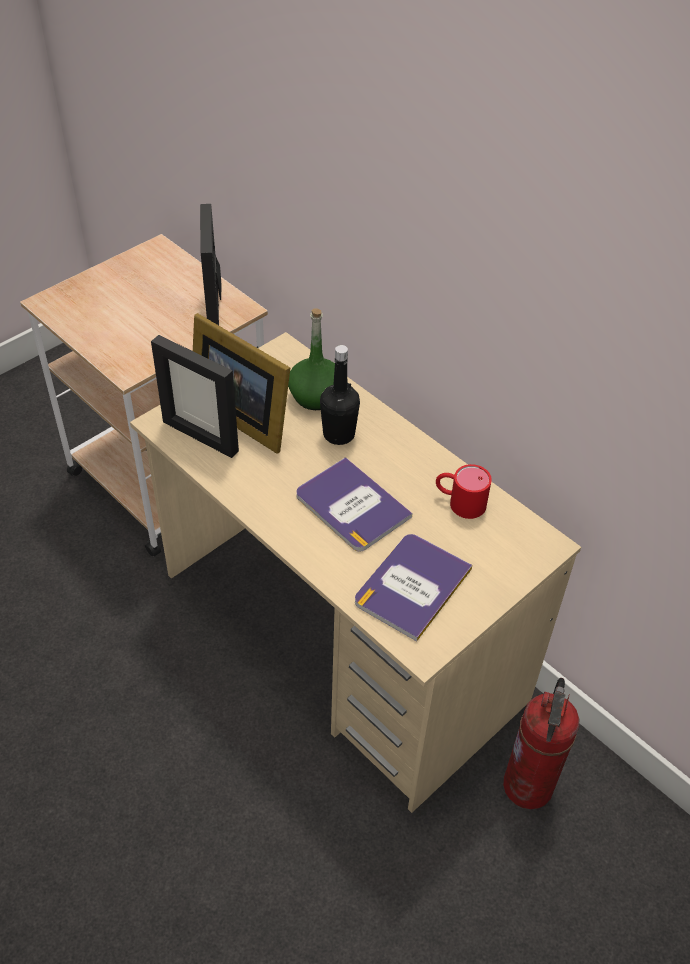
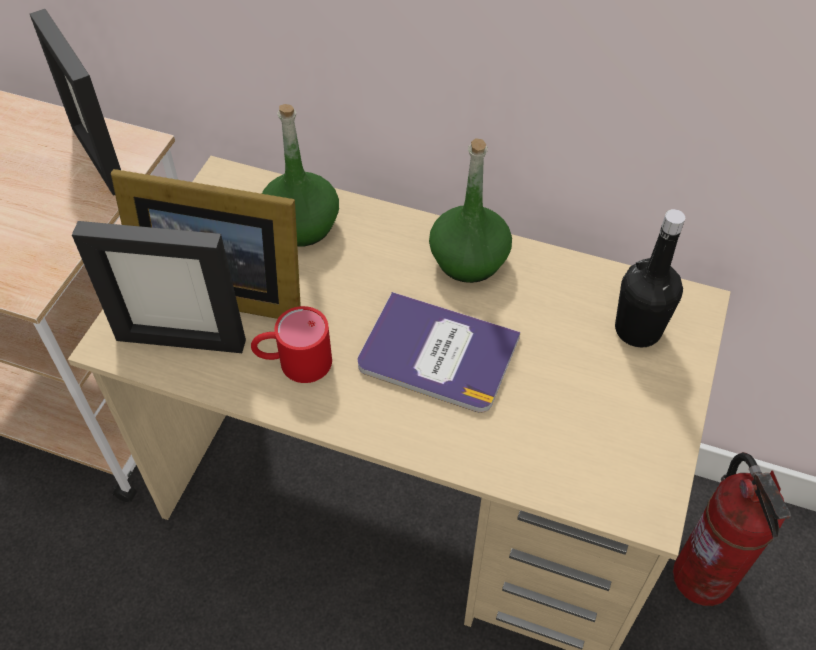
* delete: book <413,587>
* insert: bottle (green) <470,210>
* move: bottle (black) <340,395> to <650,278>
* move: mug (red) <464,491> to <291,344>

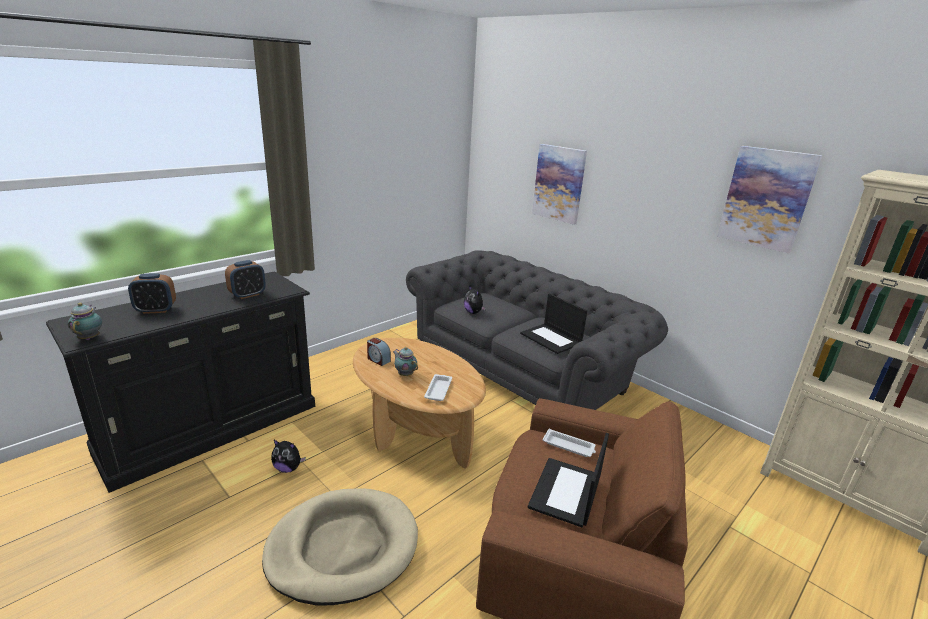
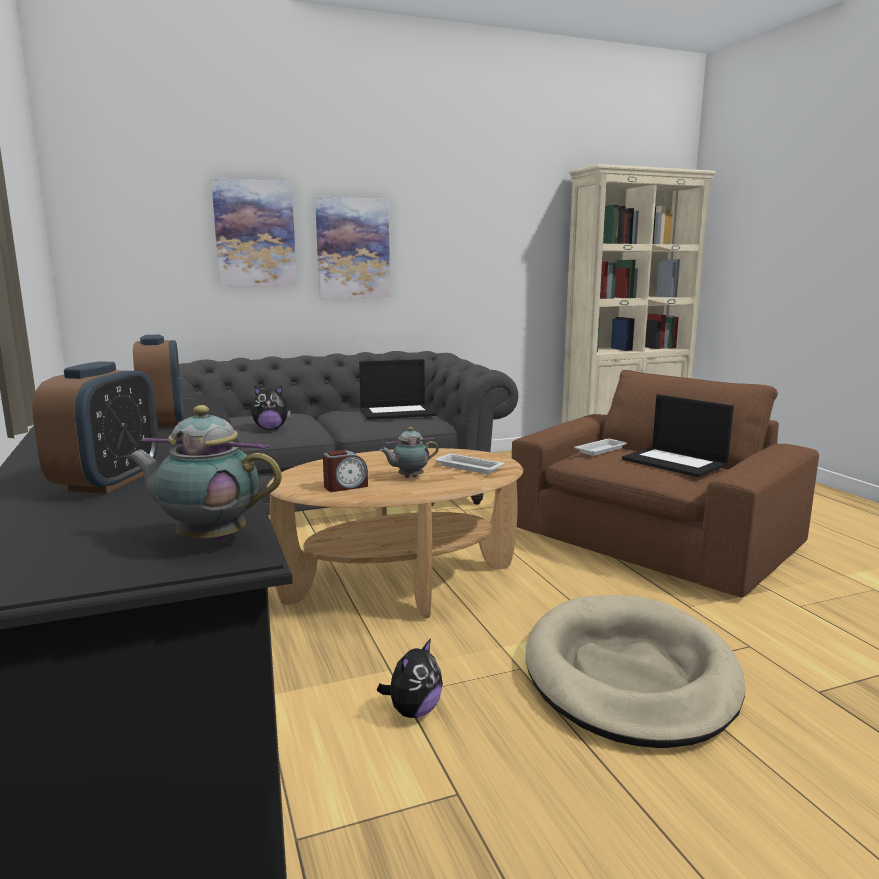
* move: picture <769,199> to <352,247>

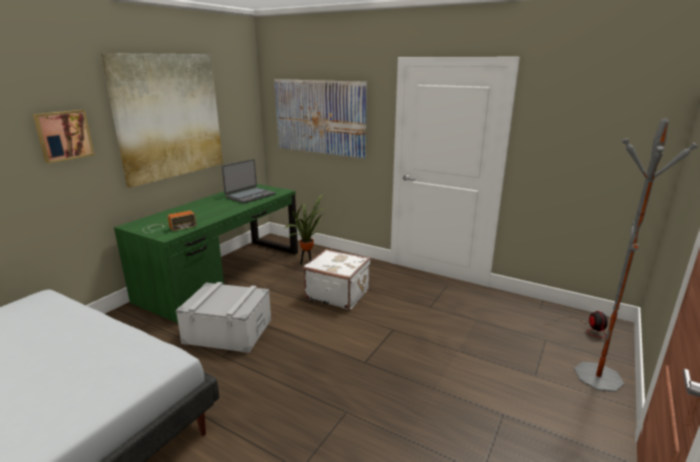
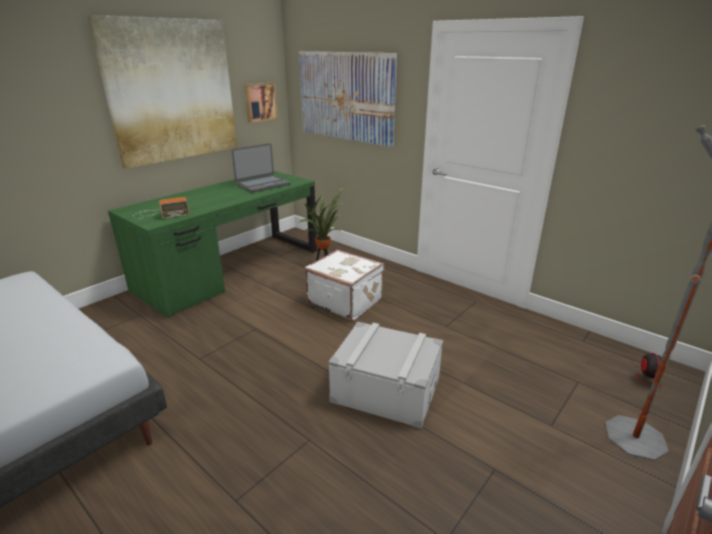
* move: picture <64,136> to <261,102>
* move: storage box (grey) <223,317> to <385,375>

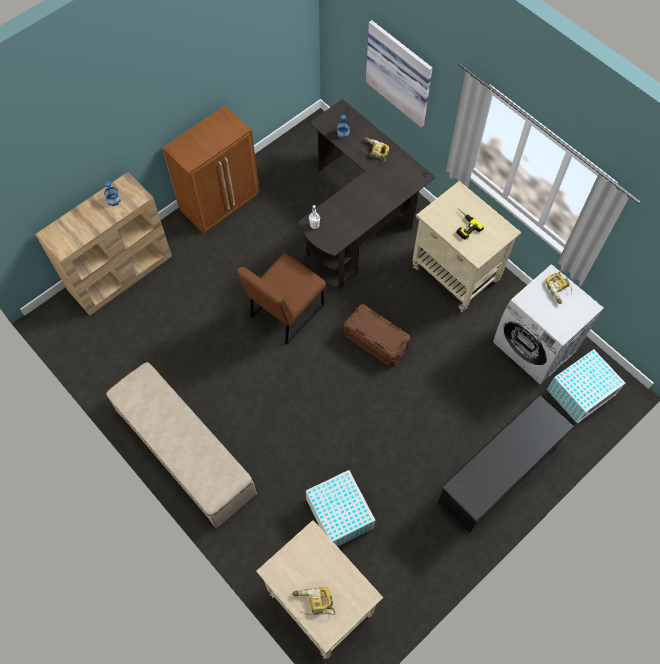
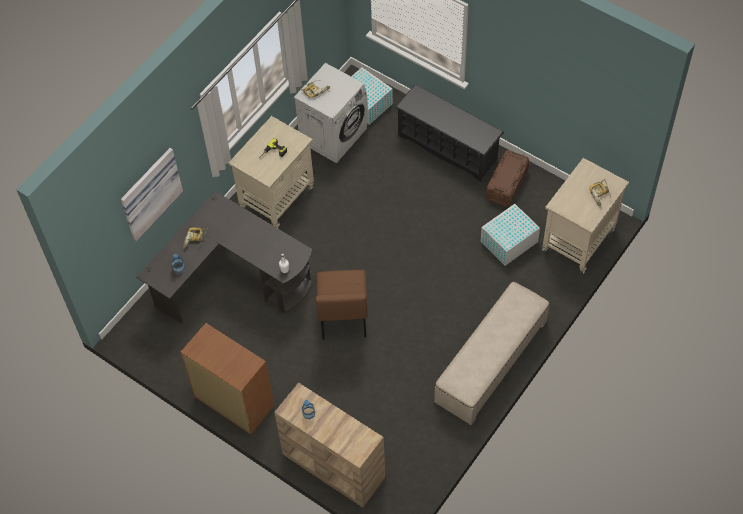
* move: storage box (brown) <377,335> to <507,178>
* rotate: chair (brown) <281,298> = <341,305> 60 degrees clockwise

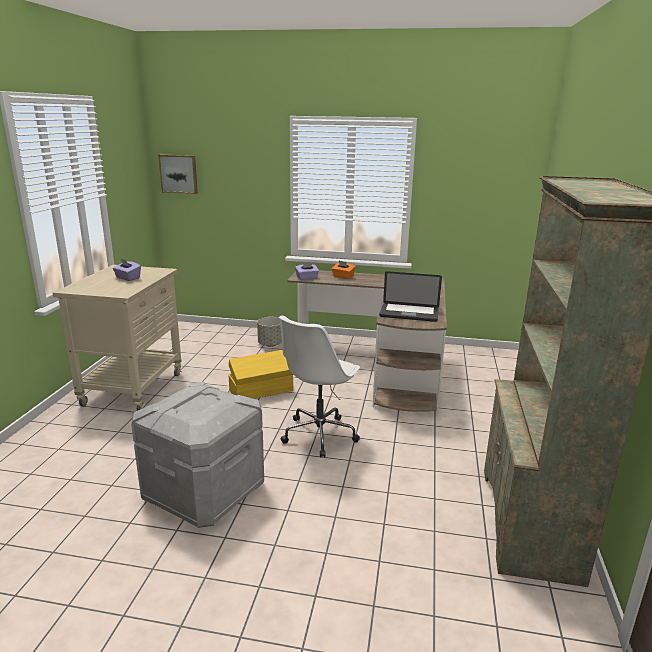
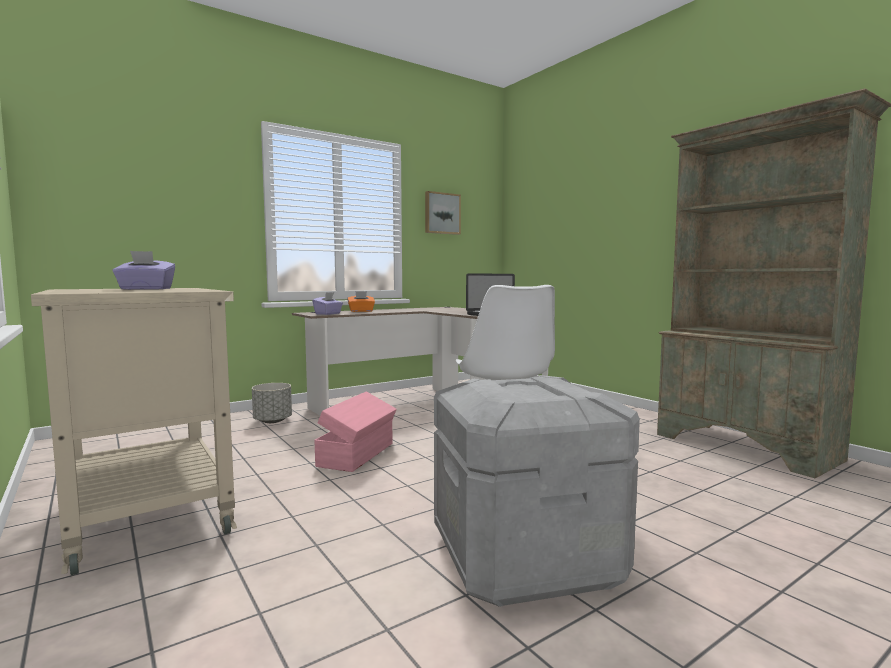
* move: picture <178,174> to <443,213>
* recolor: storage box (yellow) <260,374> to storage box (pink) <356,432>

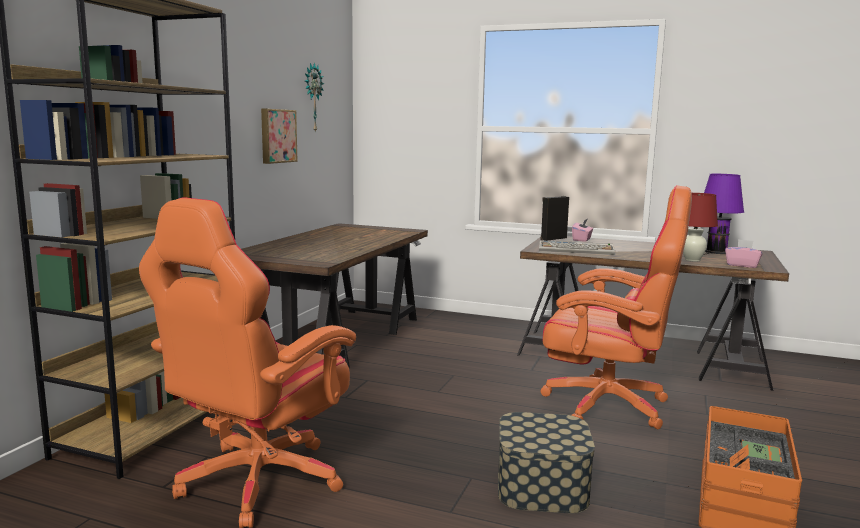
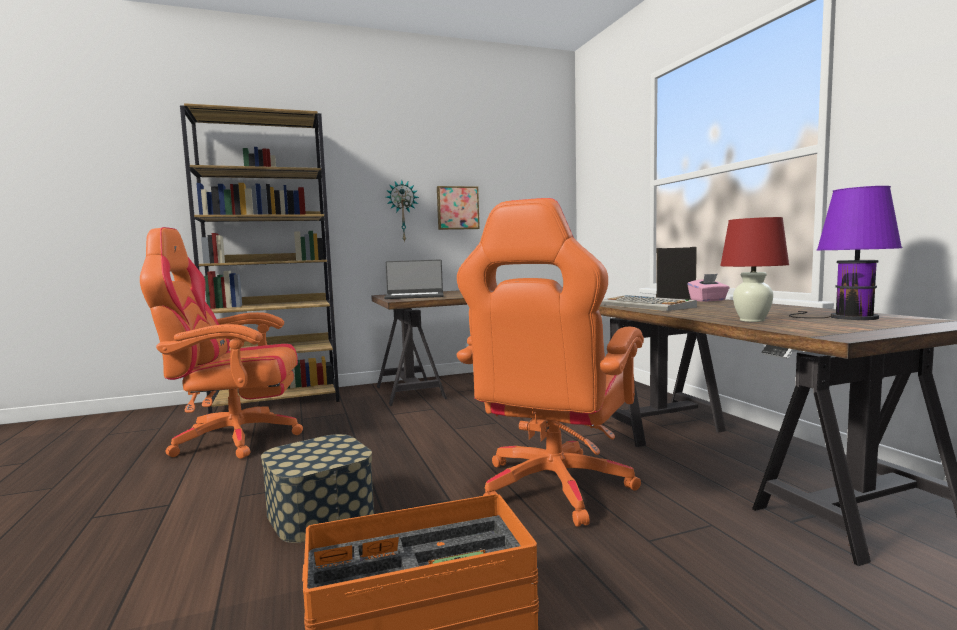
* delete: tissue box (pink) <744,253>
* insert: laptop <414,279>
* move: wall clock <314,98> to <402,211>
* rotate: office chair (orange) <616,307> = <550,362> 45 degrees clockwise

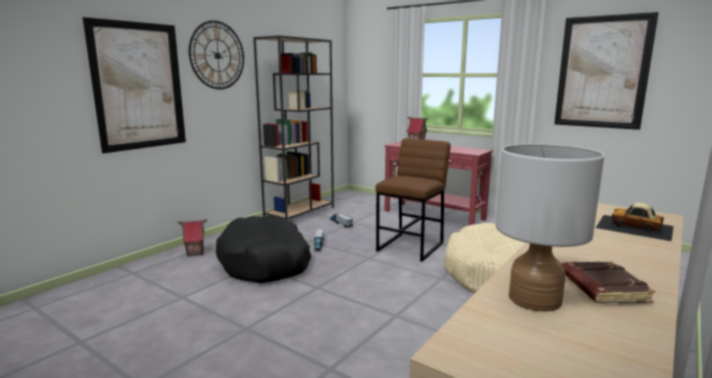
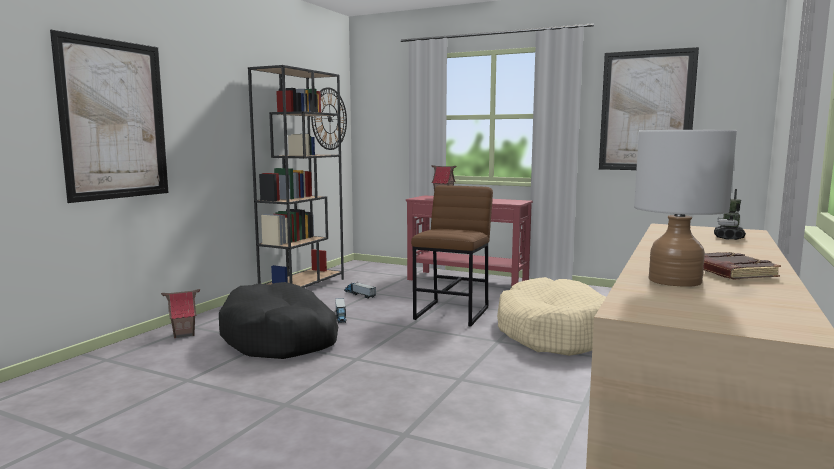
* move: wall clock <216,55> to <329,118>
* replace: toy car <634,221> to toy robot <730,214>

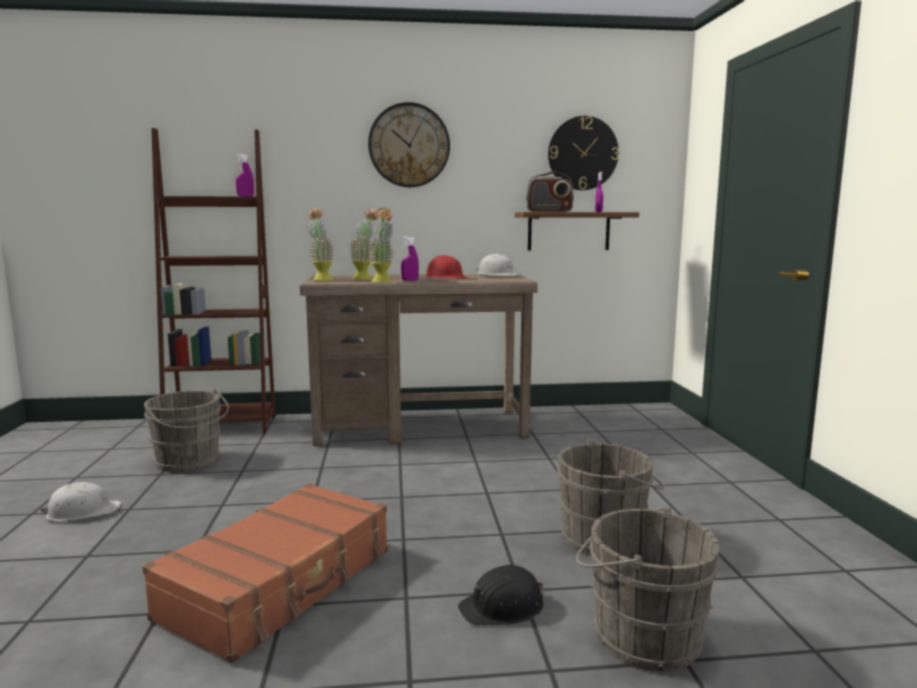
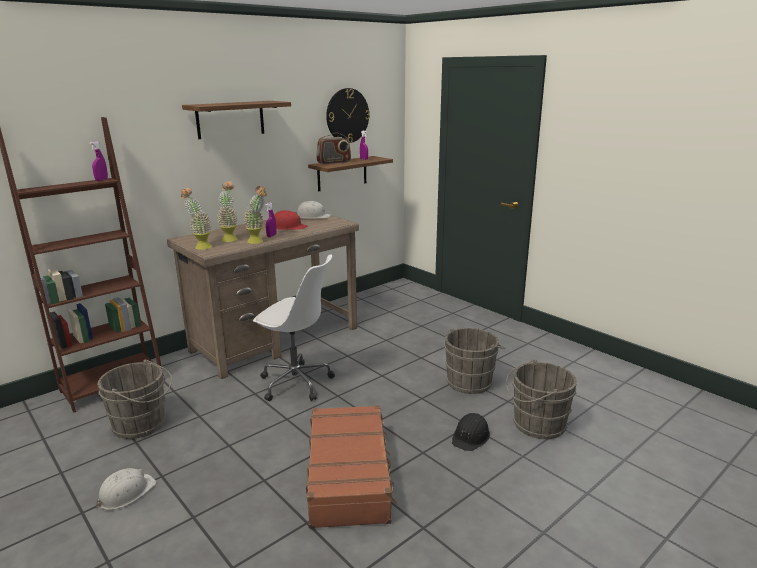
* insert: office chair (white) <294,328>
* replace: wall clock <409,144> to shelf <236,120>

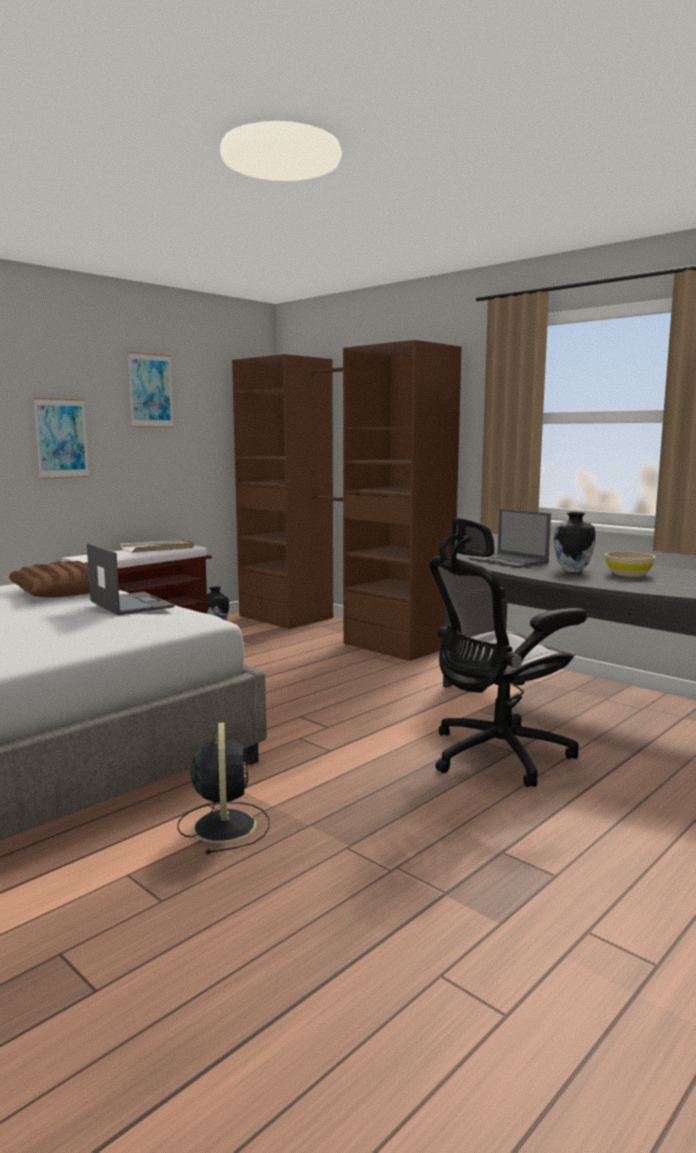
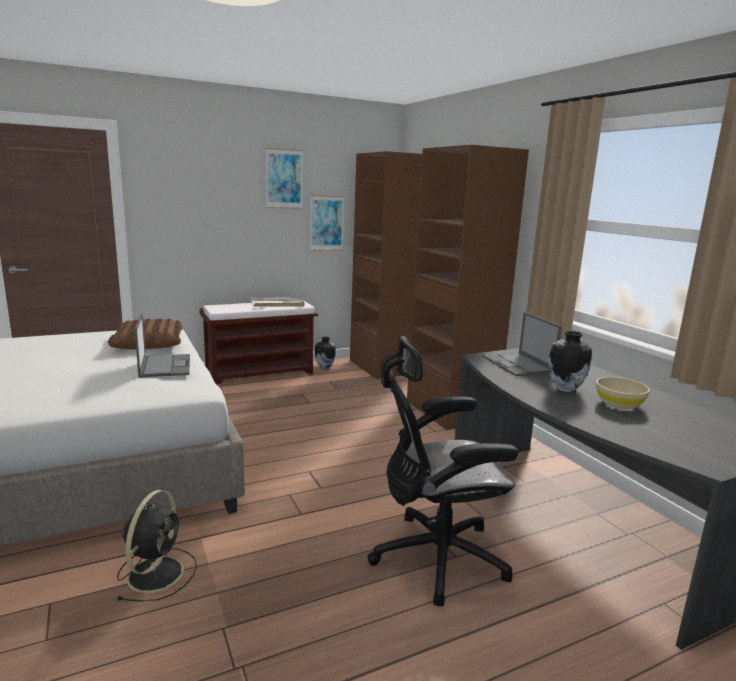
* move: picture <61,438> to <327,223>

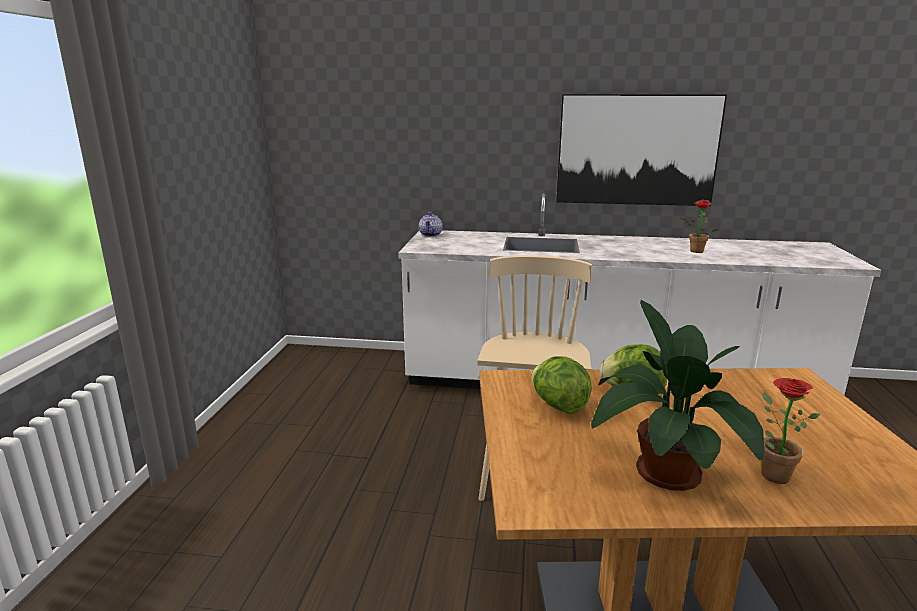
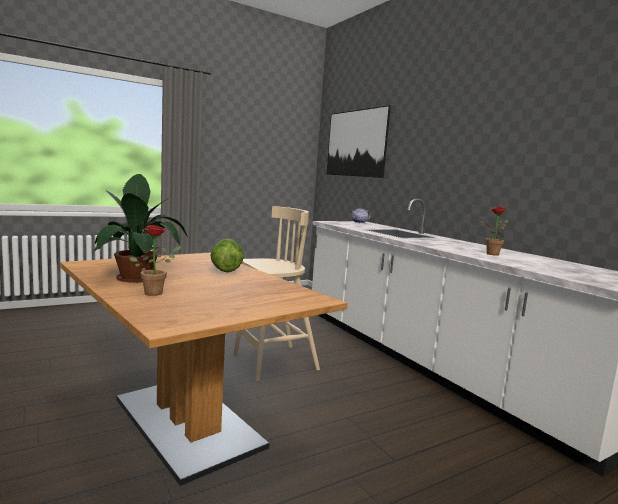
* delete: lettuce <561,385>
* move: picture <641,150> to <359,141>

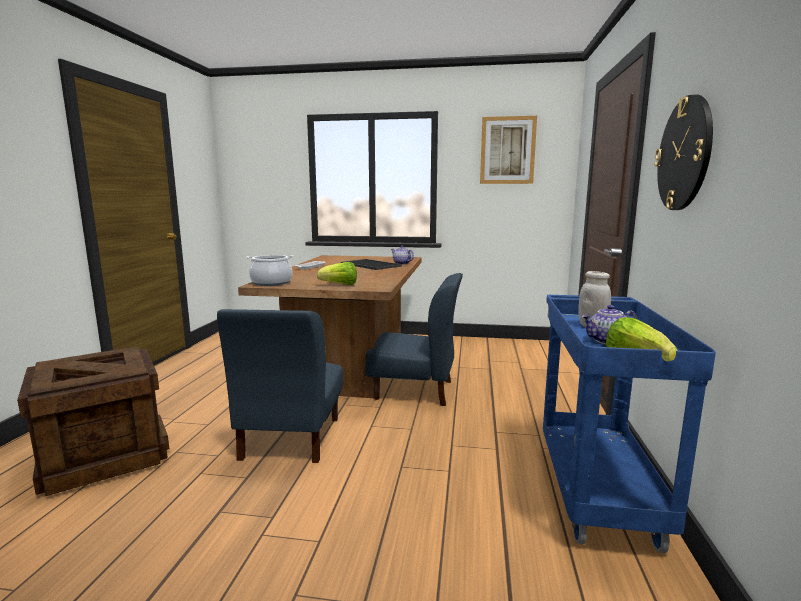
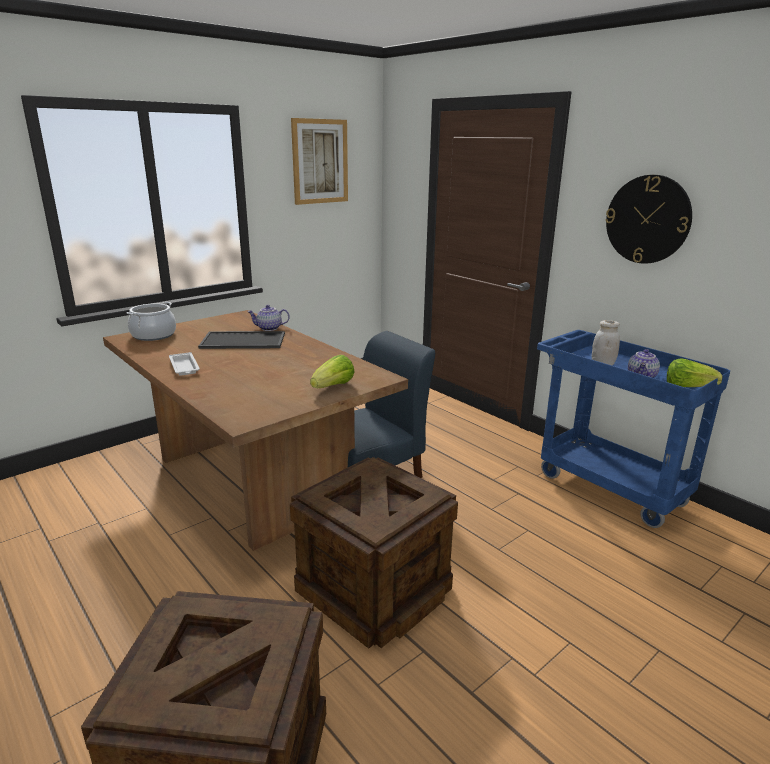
* move: cooking pot <270,270> to <151,321>
* replace: chair (blue) <280,386> to crate <374,552>

